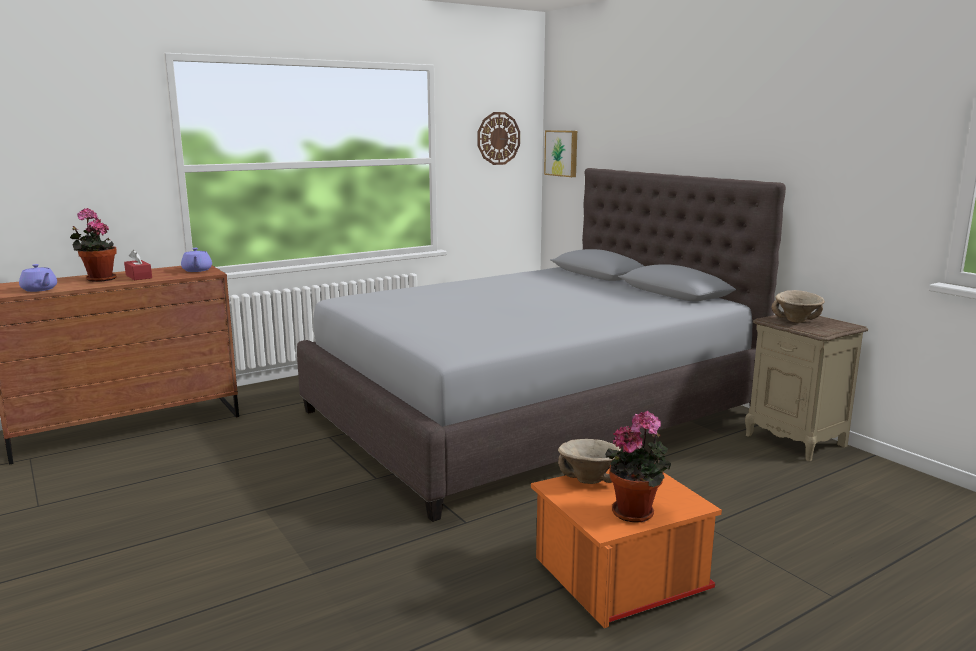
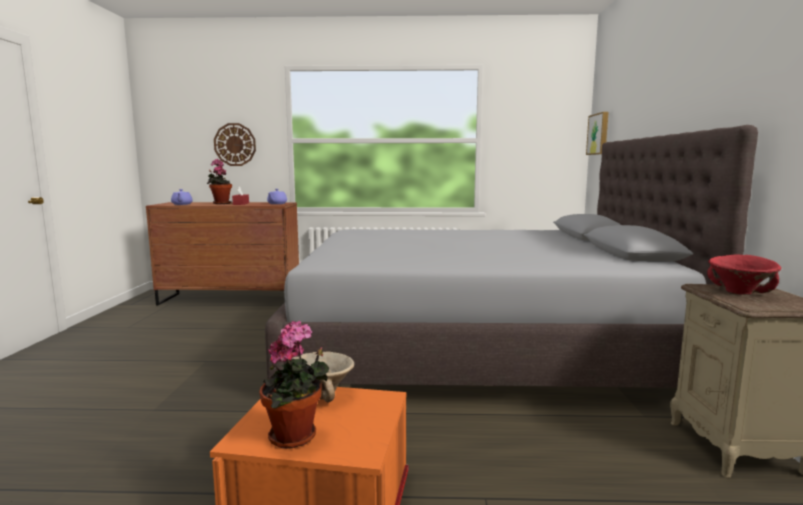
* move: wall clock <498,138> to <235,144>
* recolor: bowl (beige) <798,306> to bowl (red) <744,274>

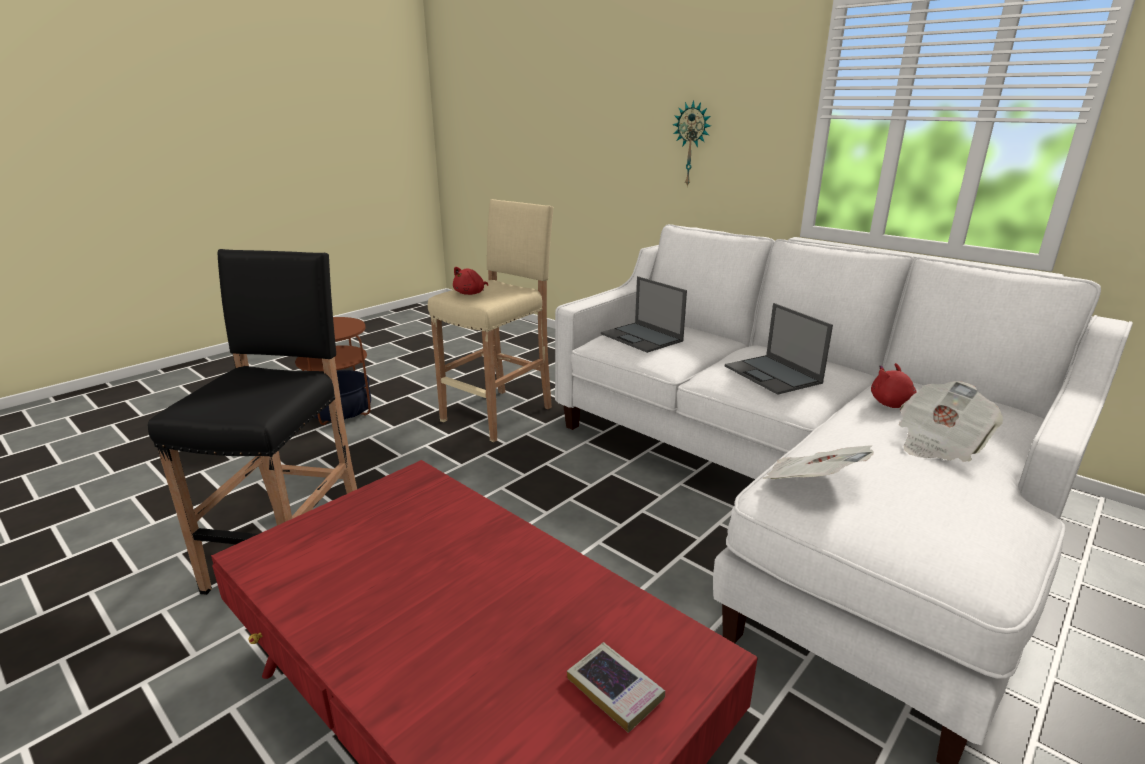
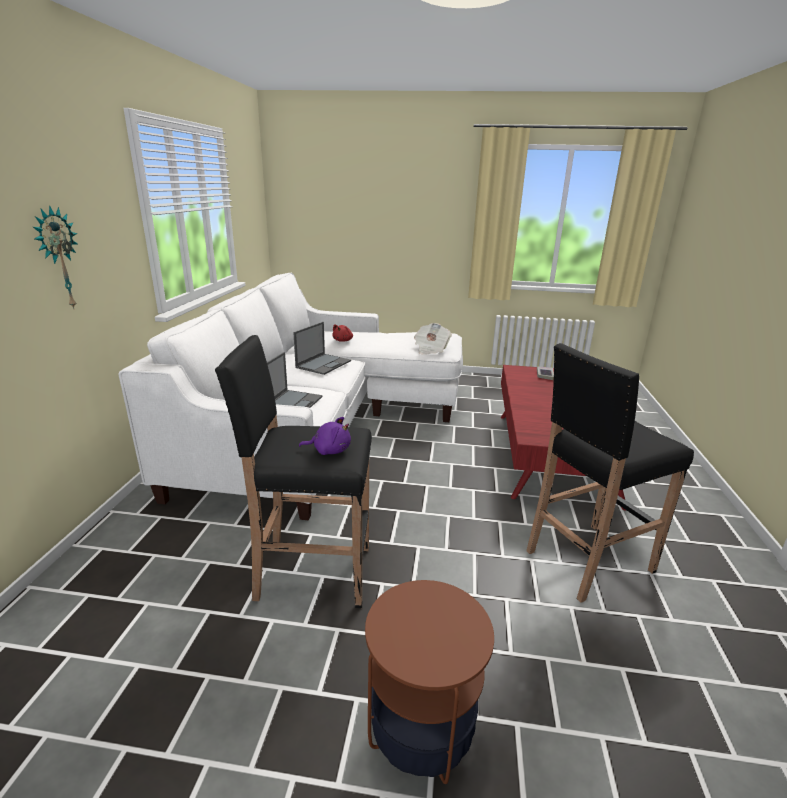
* delete: newspaper <951,421>
* recolor: stool (beige) <491,320> to stool (black) <293,471>
* recolor: plush toy (red) <470,281> to plush toy (purple) <325,436>

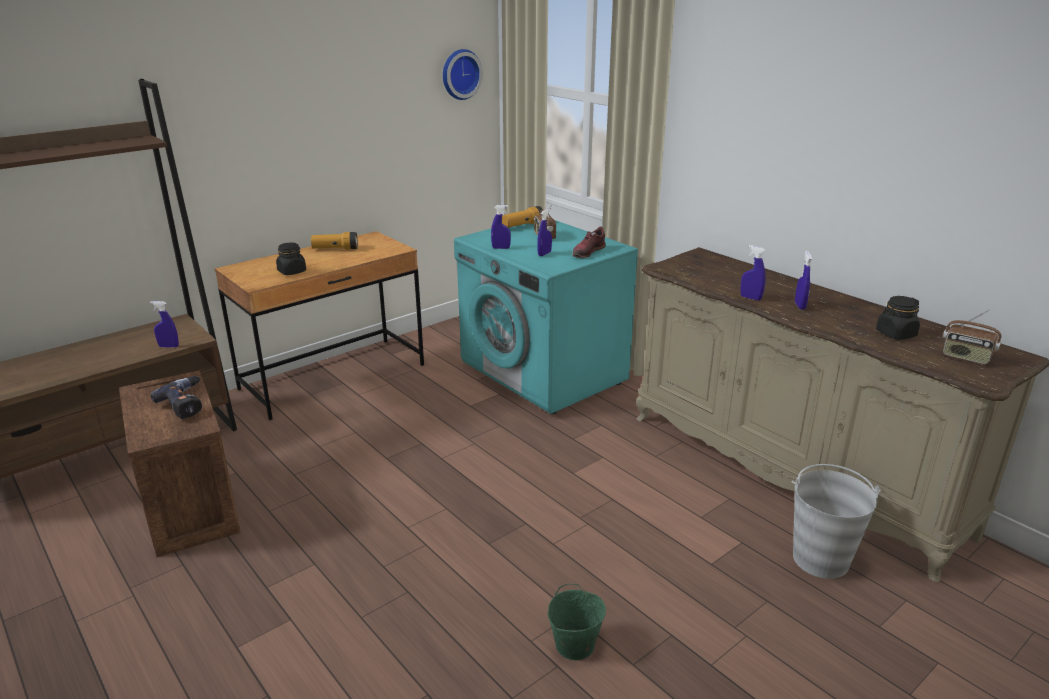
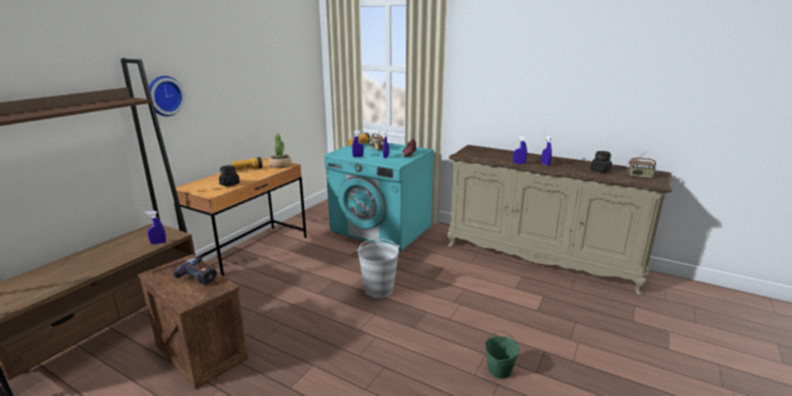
* insert: potted plant <280,151>
* move: wall clock <463,74> to <167,96>
* move: bucket (grey) <836,521> to <378,268>

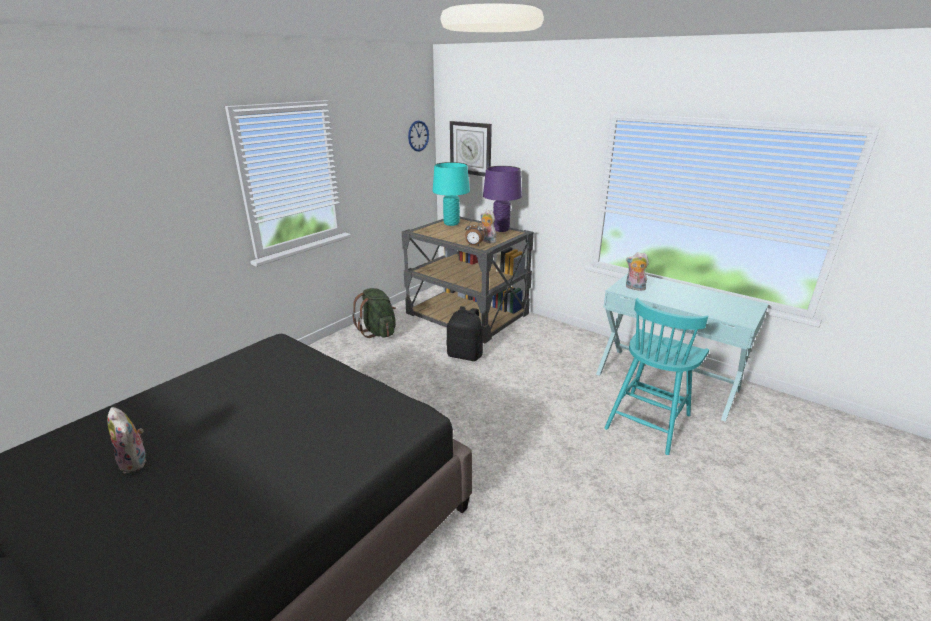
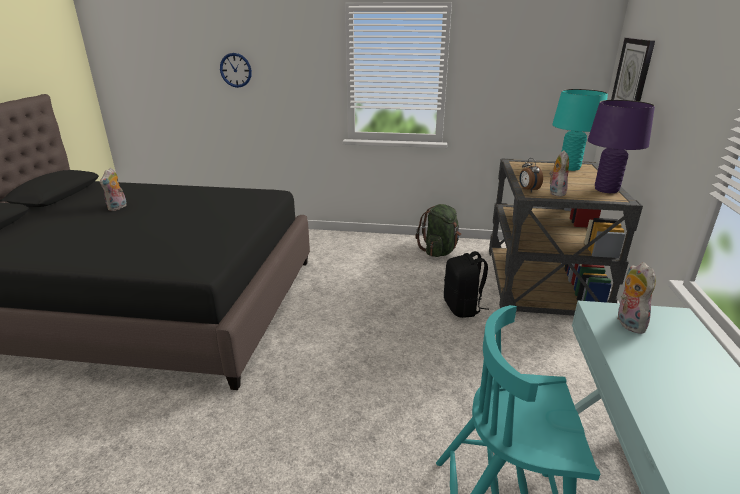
* move: wall clock <418,135> to <236,70>

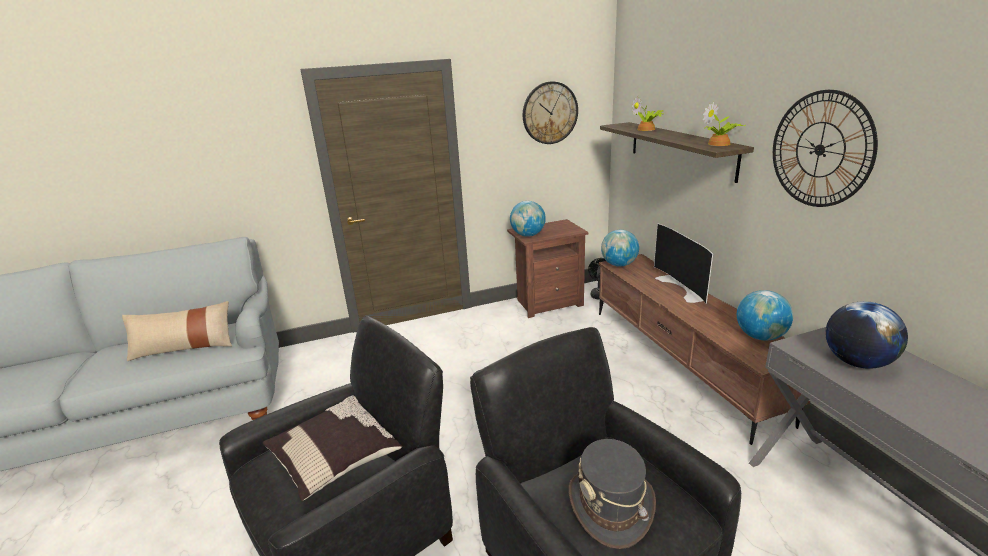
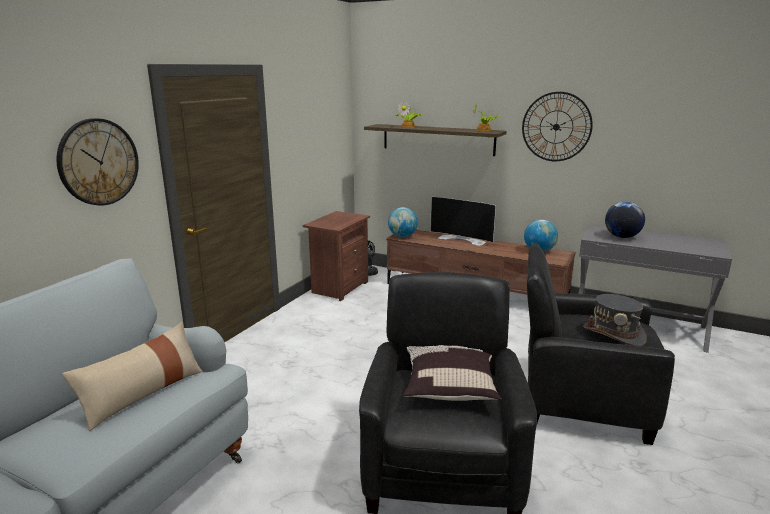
* delete: globe <528,219>
* move: wall clock <550,113> to <97,162>

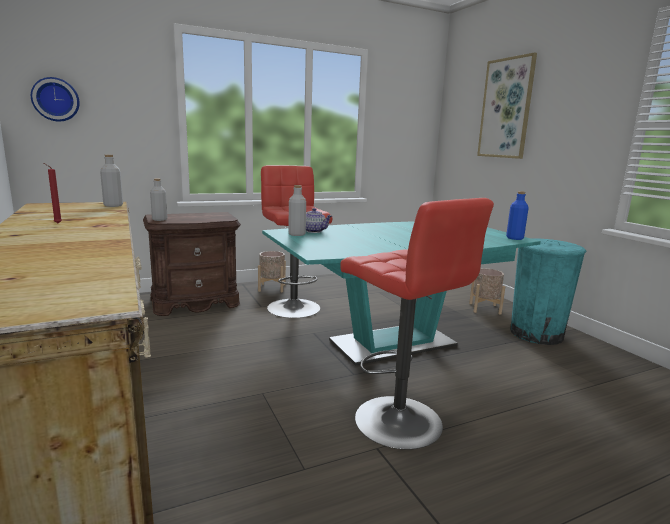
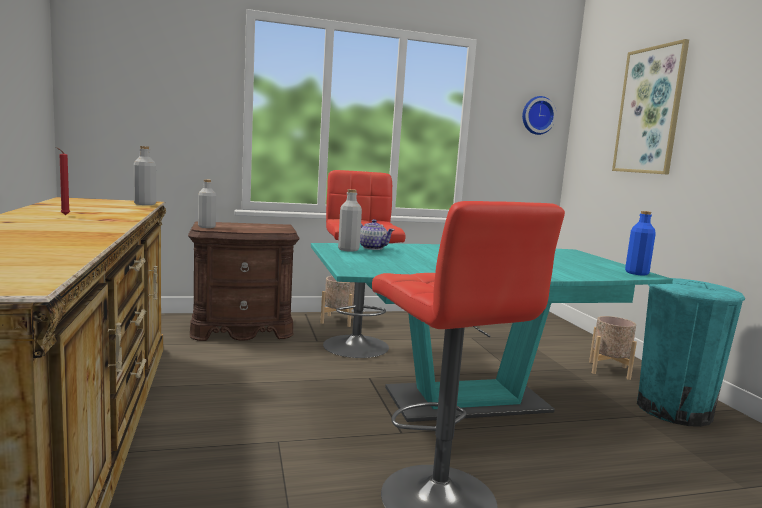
* move: wall clock <55,99> to <539,115>

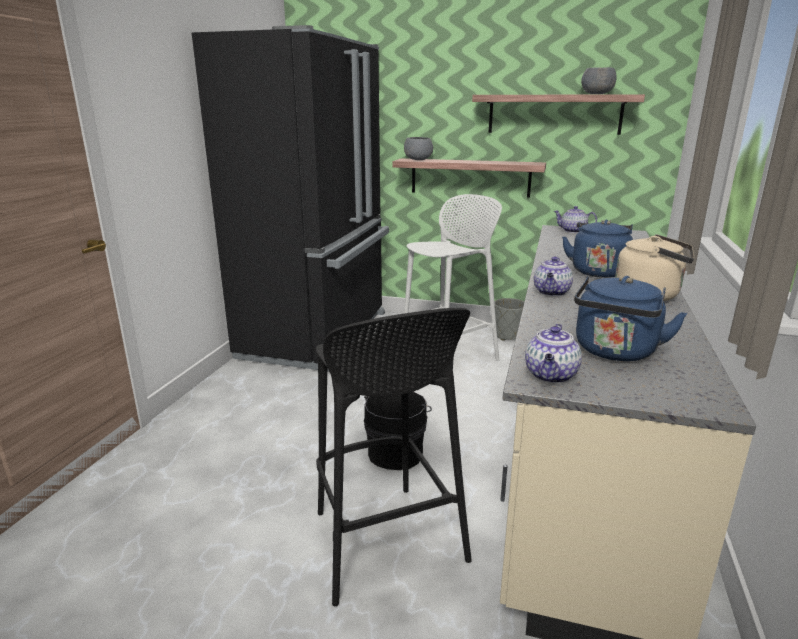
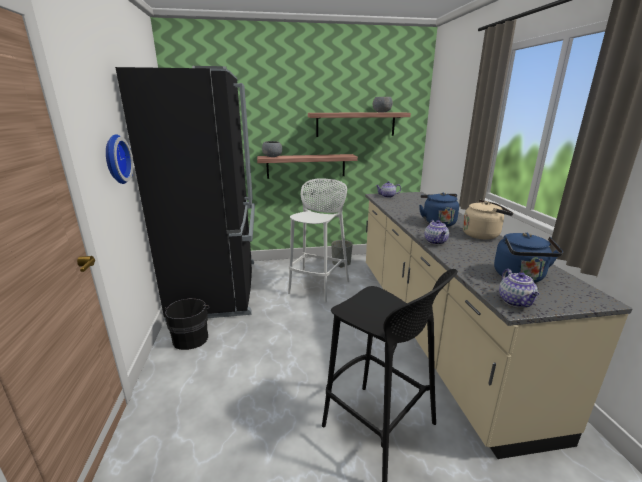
* insert: wall clock <119,159>
* move: bucket (black) <398,431> to <186,324>

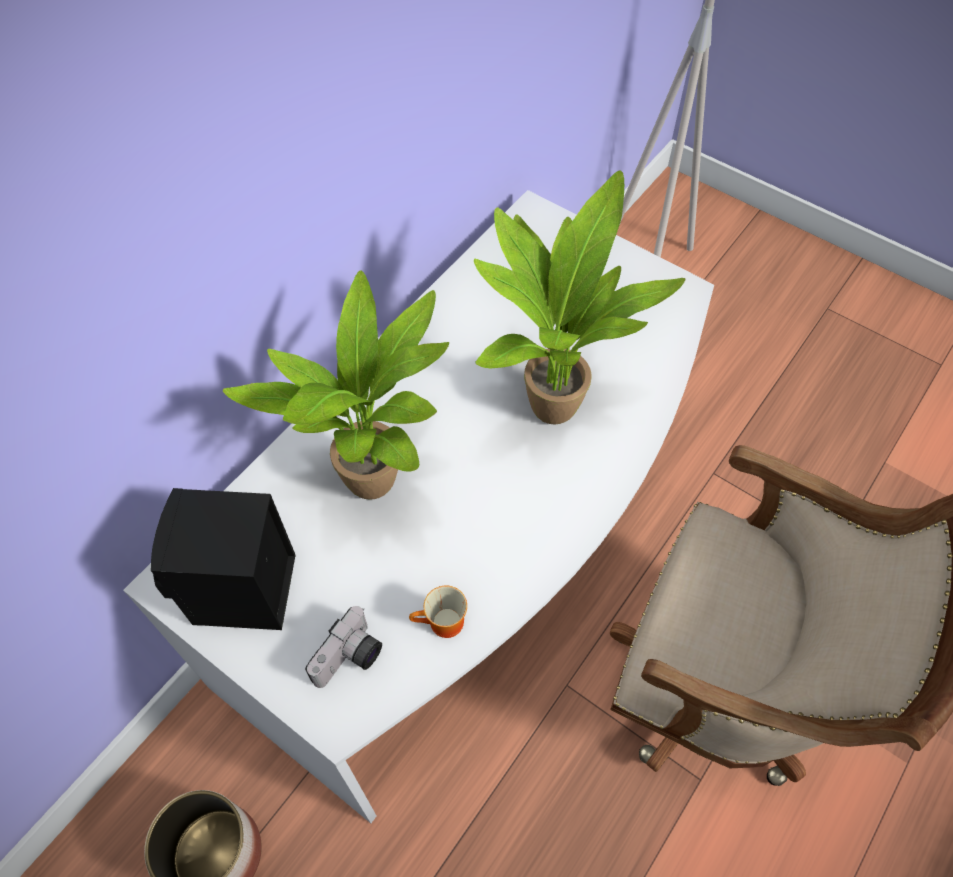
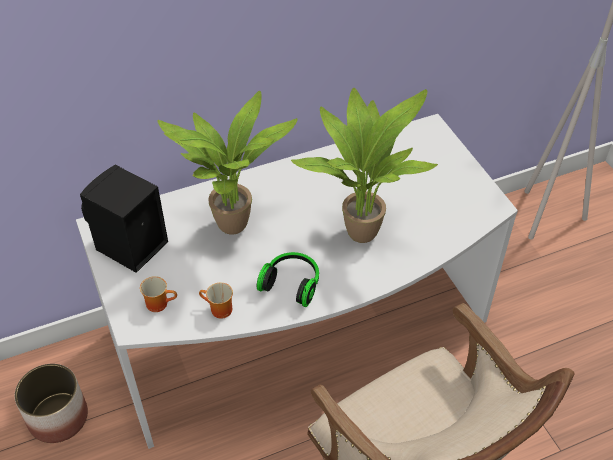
* insert: headphones <288,279>
* replace: photo camera <343,647> to mug <158,294>

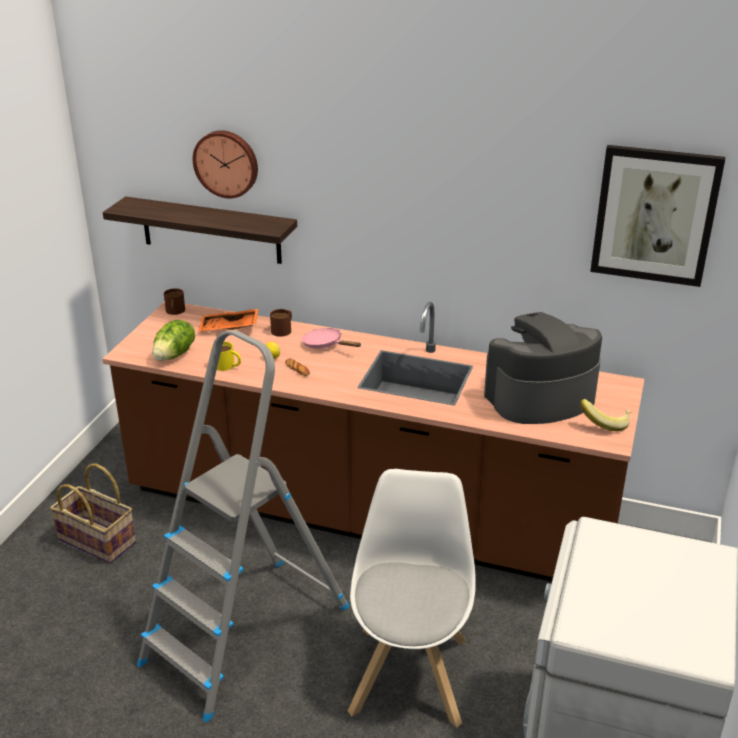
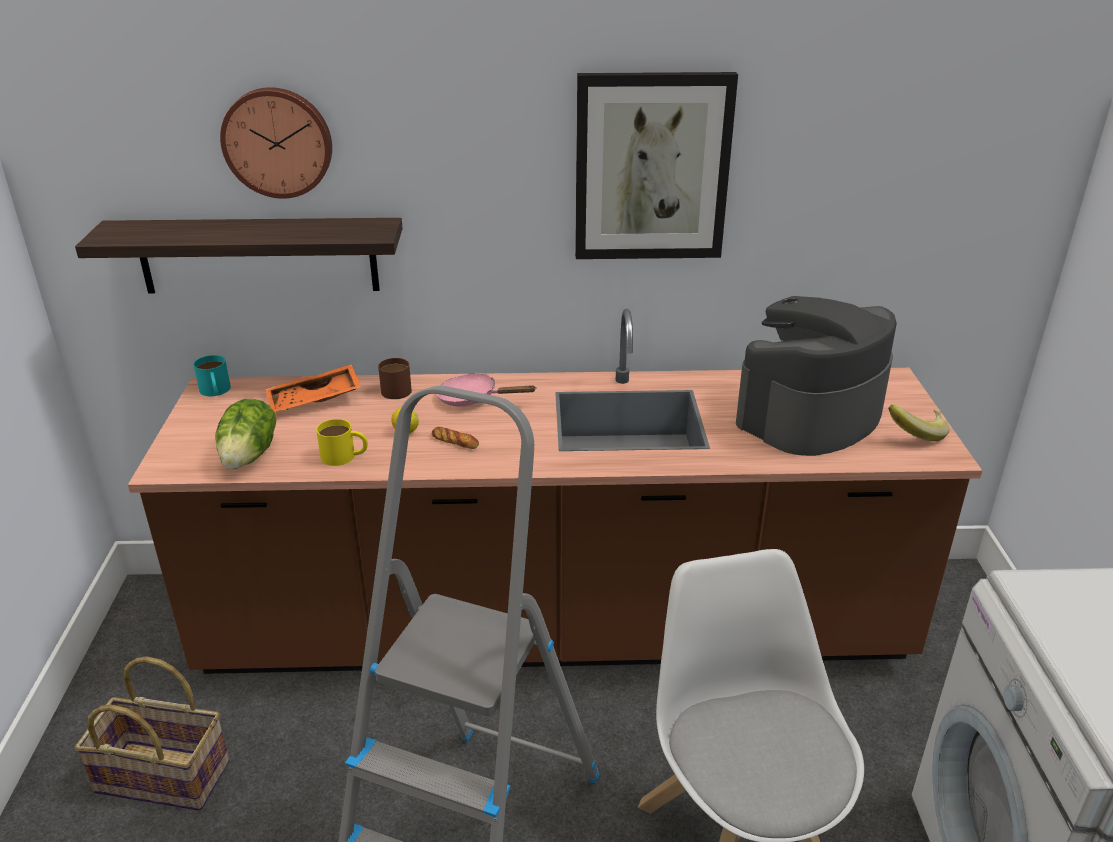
* move: picture <657,216> to <656,165>
* recolor: mug (brown) <174,301> to mug (turquoise) <212,375>

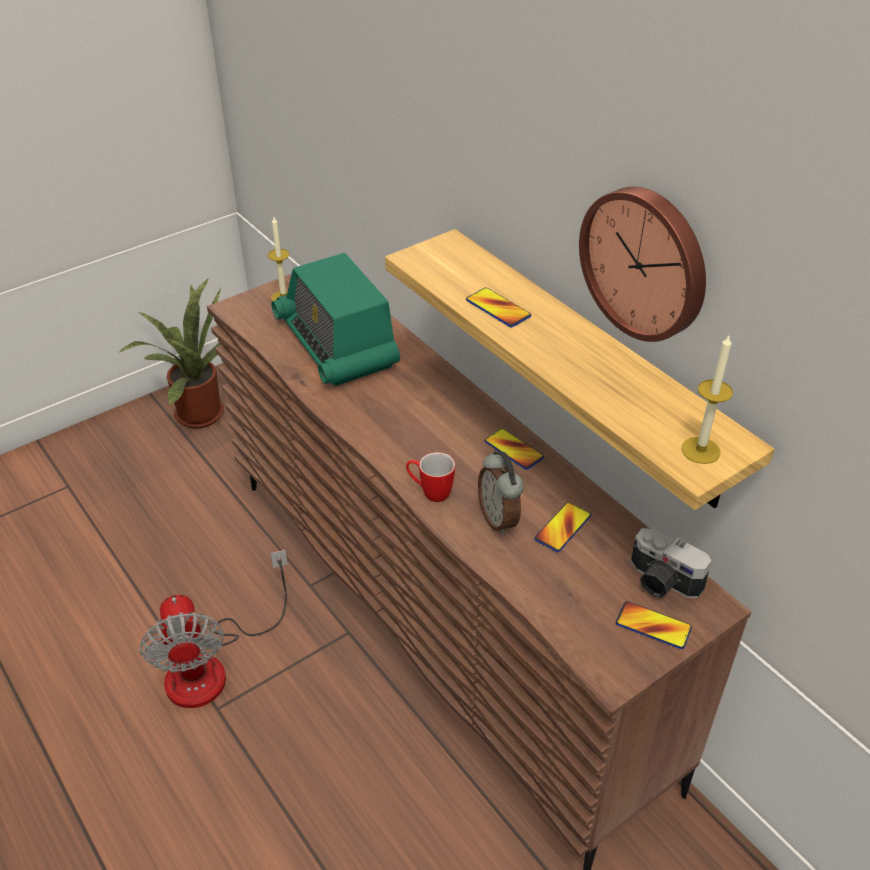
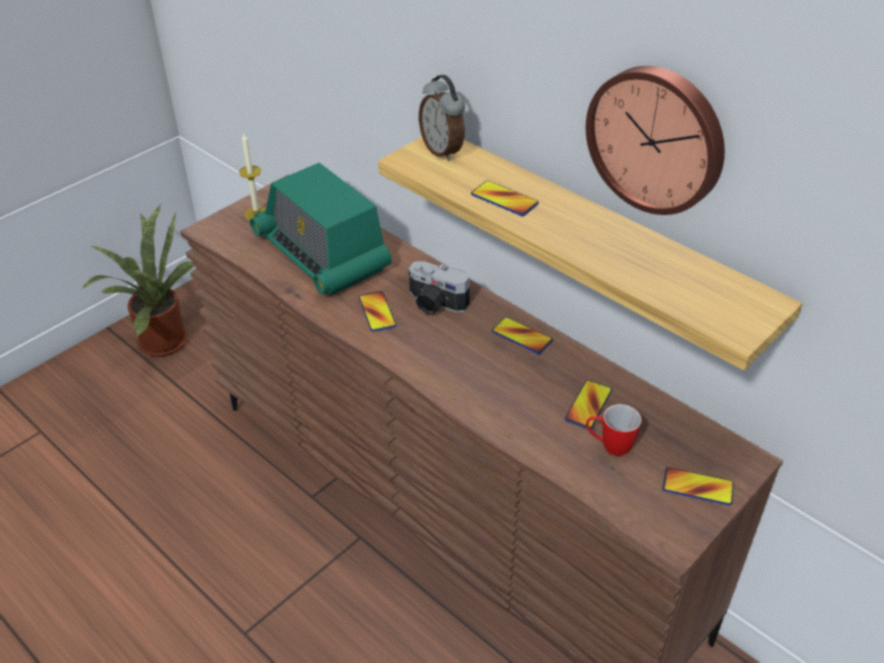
* delete: fan <214,629>
* delete: candle <707,399>
* insert: phone <377,311>
* move: mug <430,477> to <614,430>
* move: alarm clock <501,493> to <442,118>
* move: photo camera <671,563> to <439,287>

